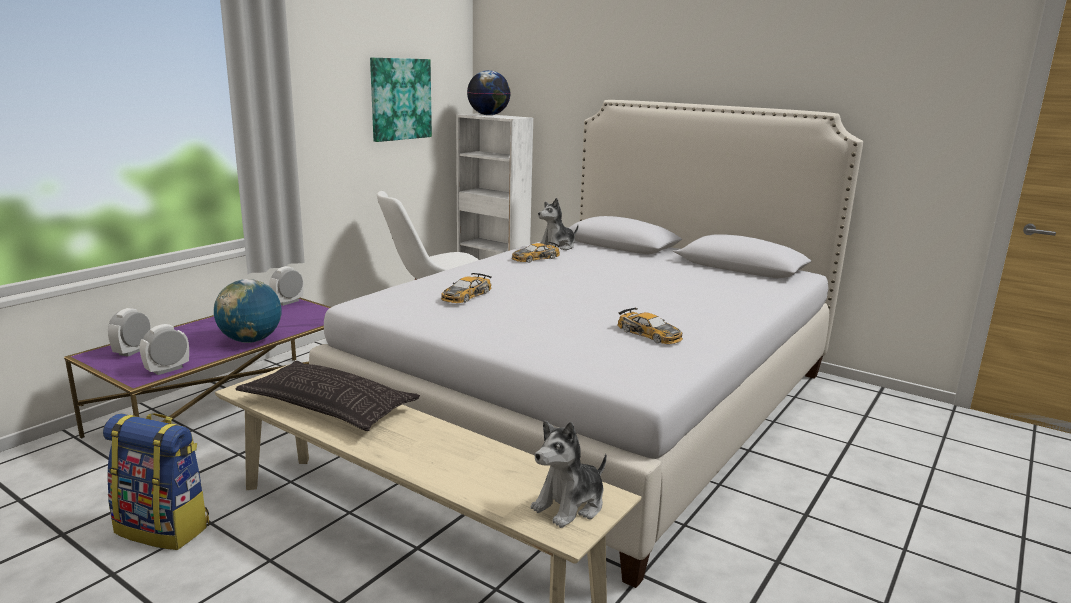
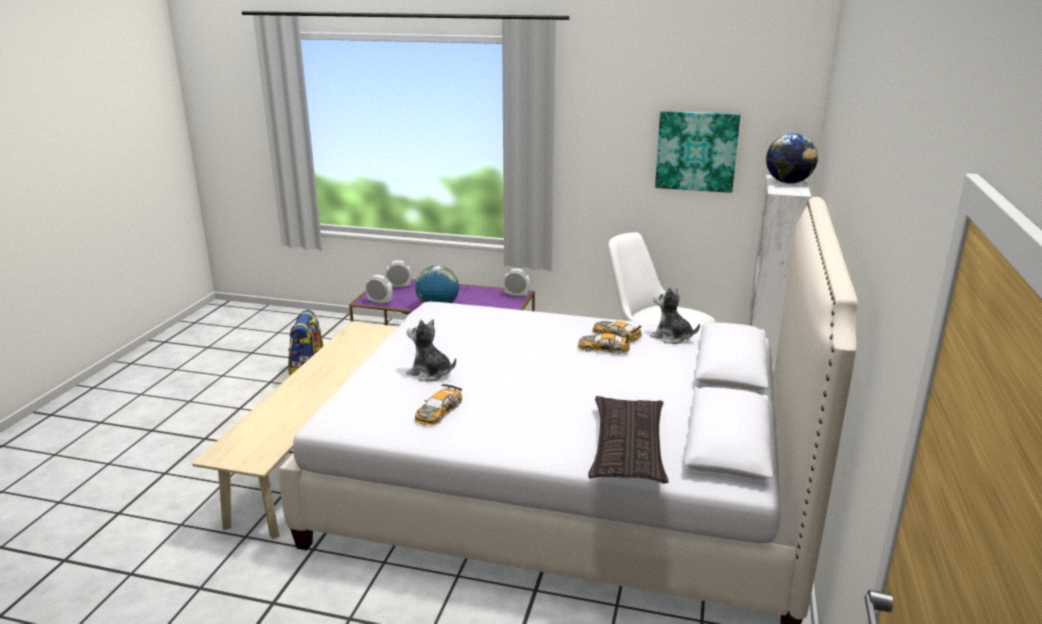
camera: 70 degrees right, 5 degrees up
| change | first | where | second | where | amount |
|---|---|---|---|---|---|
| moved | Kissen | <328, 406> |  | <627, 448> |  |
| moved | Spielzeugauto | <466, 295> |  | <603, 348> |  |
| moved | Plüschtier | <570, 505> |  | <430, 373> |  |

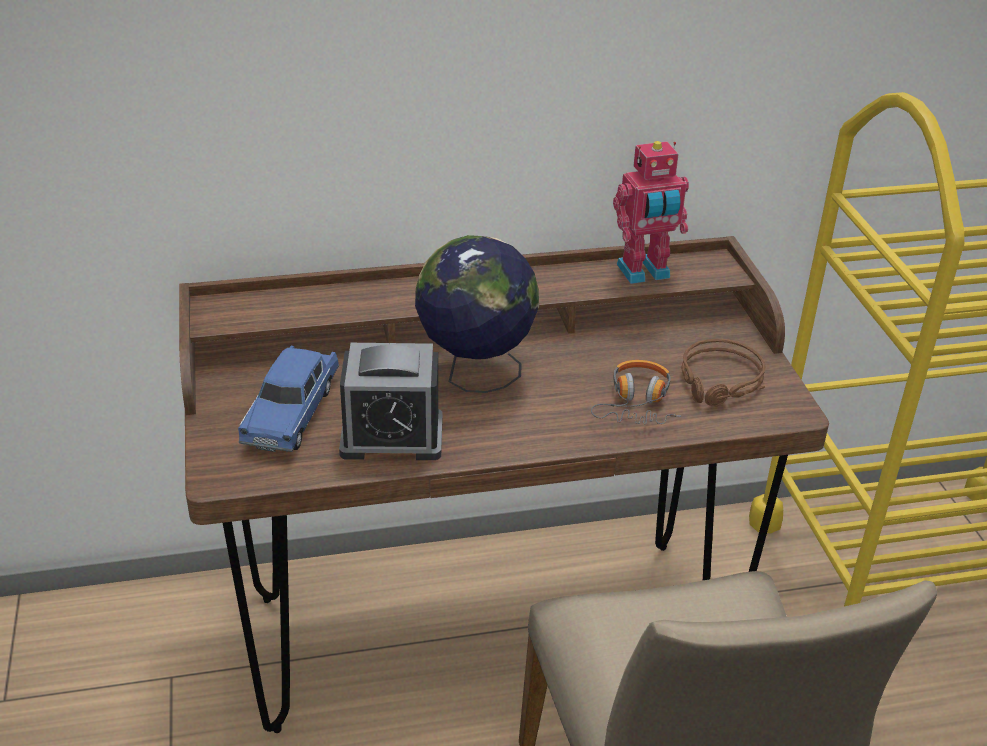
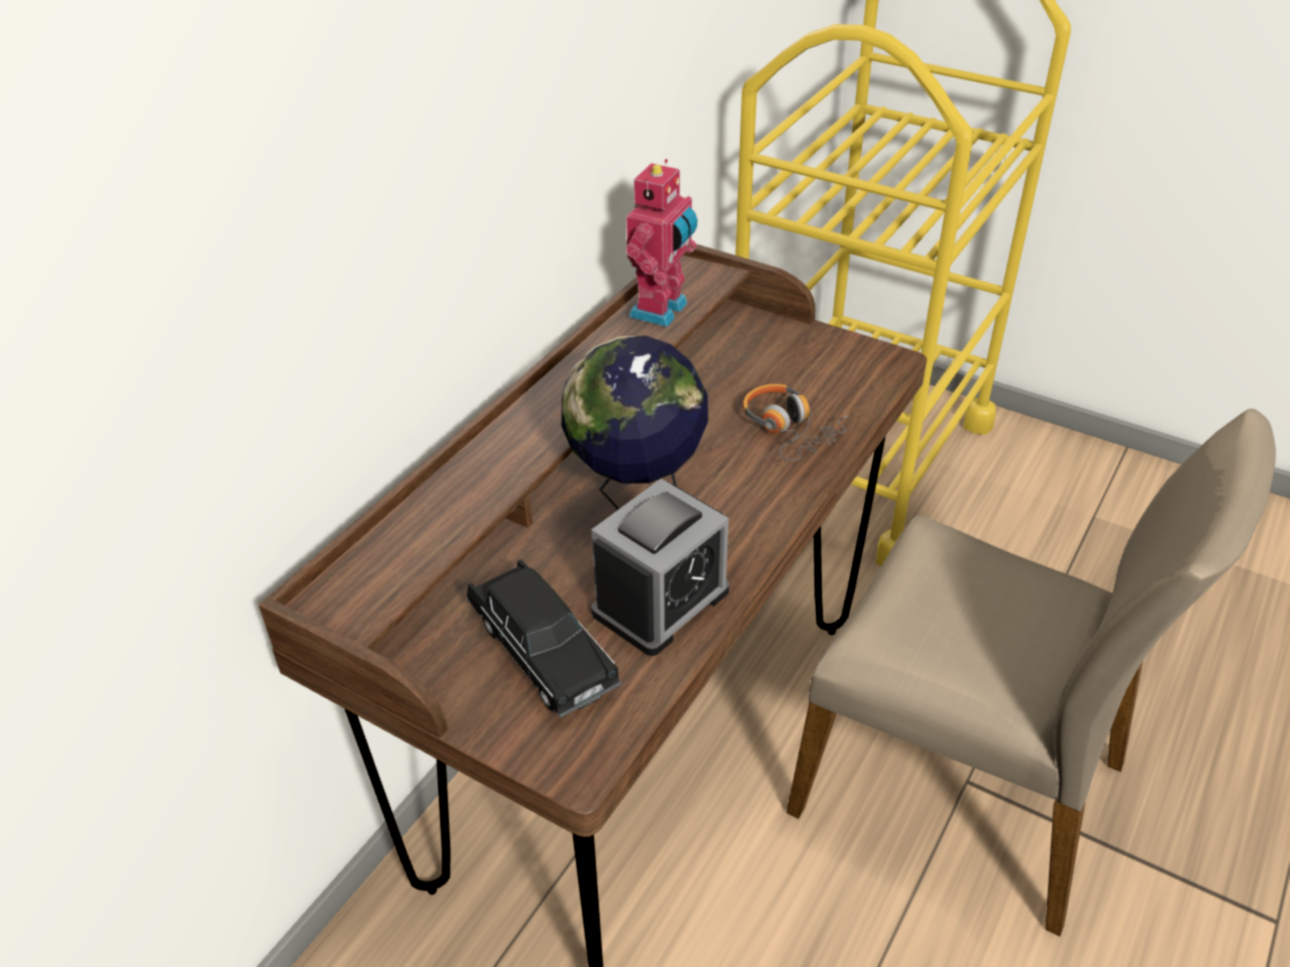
camera: 45 degrees left, 5 degrees up
| change | first | where | second | where | amount |
|---|---|---|---|---|---|
| removed | Kopfhörer (braun) | <721, 382> |  |  |  |
| recoloured | Spielzeugauto (blau) | <292, 414> | Spielzeugauto (schwarz) | <542, 653> |  |

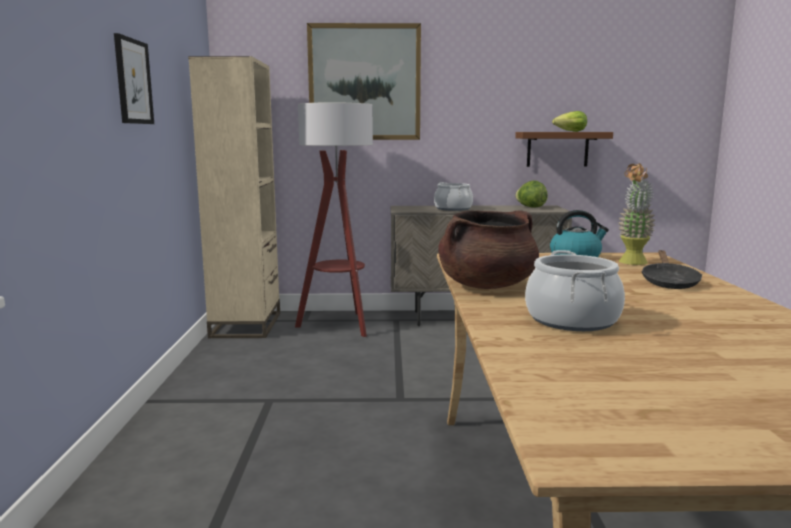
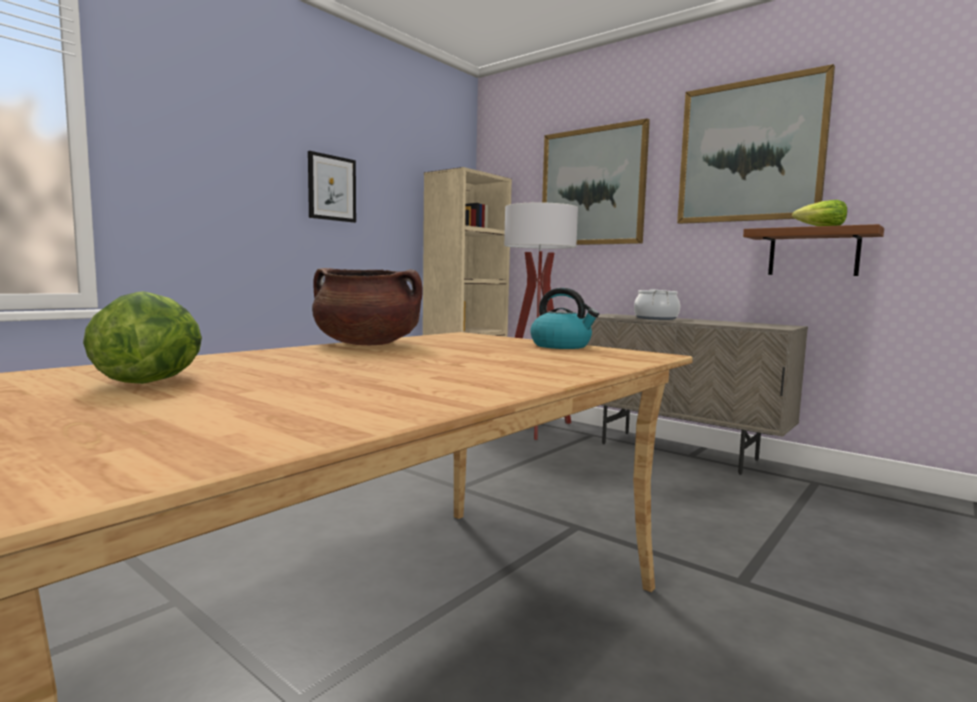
camera: 40 degrees right, 5 degrees down
| change | first | where | second | where | amount |
|---|---|---|---|---|---|
| removed | Kochtopf | <572, 320> |  |  |  |
| removed | Topfpflanze | <632, 263> |  |  |  |
| removed | Pfanne (schwarz) | <668, 282> |  |  |  |
| added |  |  | Bild | <750, 152> |  |
| moved | Salatkopf | <530, 207> |  | <152, 381> |  |

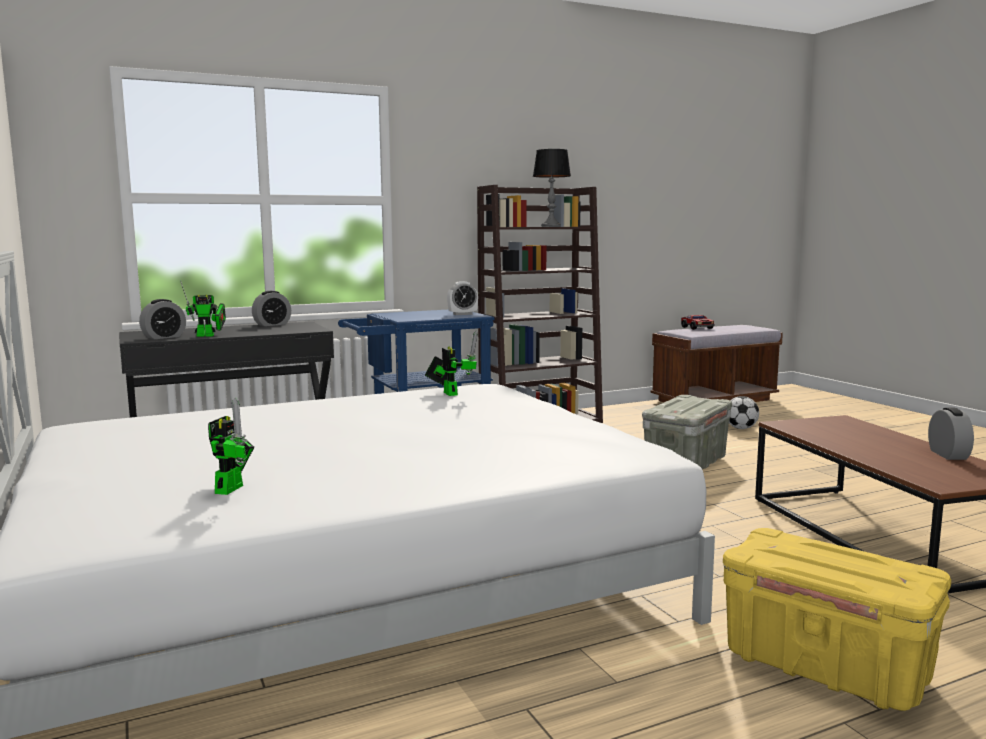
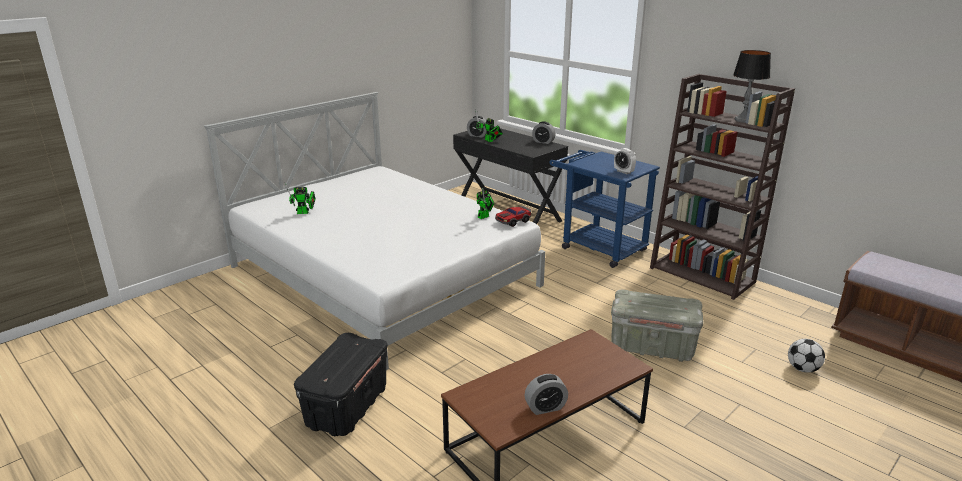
camera: 70 degrees right, 15 degrees up
| change | first | where | second | where | amount |
|---|---|---|---|---|---|
| moved | Spielzeugauto | <697, 328> |  | <513, 221> |  |
| recoloured | Aufbewahrungsbox (gelb) | <823, 667> | Aufbewahrungsbox (schwarz) | <347, 406> |  |

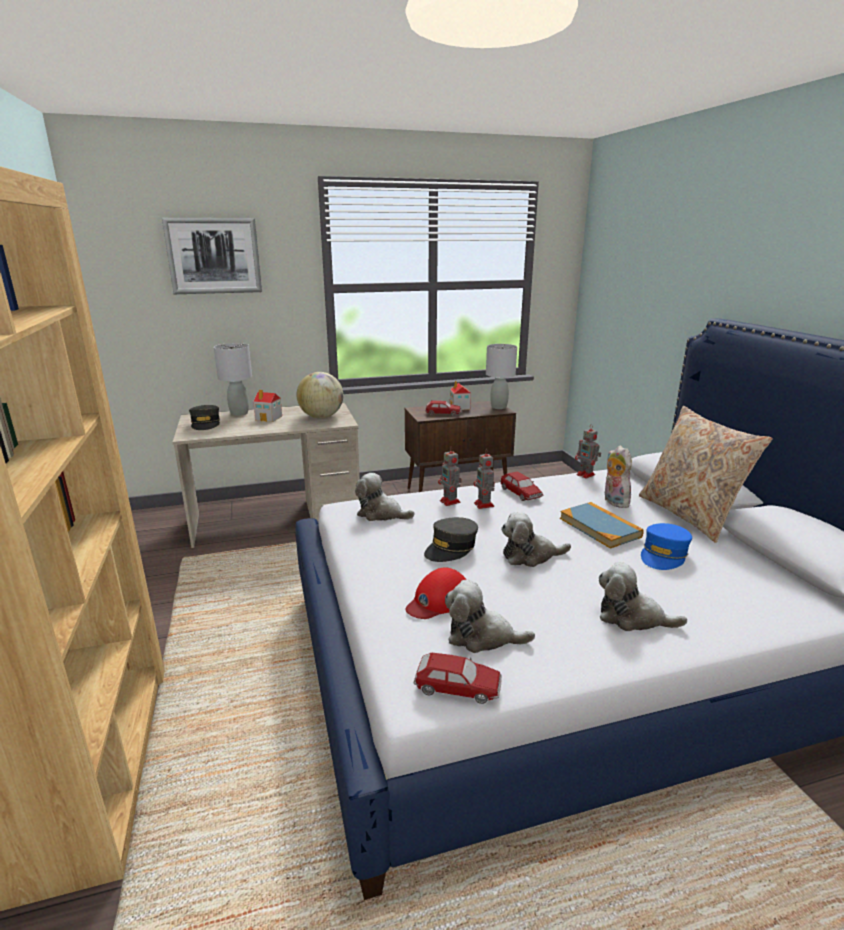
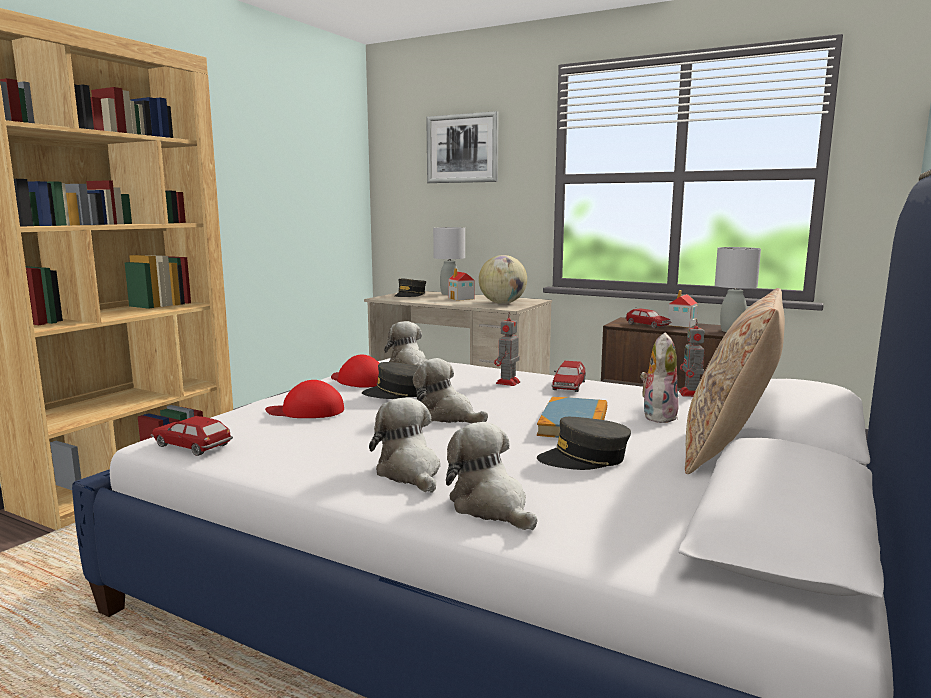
camera: 45 degrees right, 10 degrees down
| change | first | where | second | where | amount |
|---|---|---|---|---|---|
| removed | Spielzeugroboter | <450, 502> |  |  |  |
| added |  |  | Kappe (rot) | <358, 380> |  |
| moved | Plüschtier | <482, 637> |  | <491, 507> |  |
| recoloured | Kappe (blau) | <664, 555> | Kappe (grau) | <584, 459> |  |
| turned | Spielzeugauto | <458, 687> |  | <191, 446> | 150 degrees clockwise |

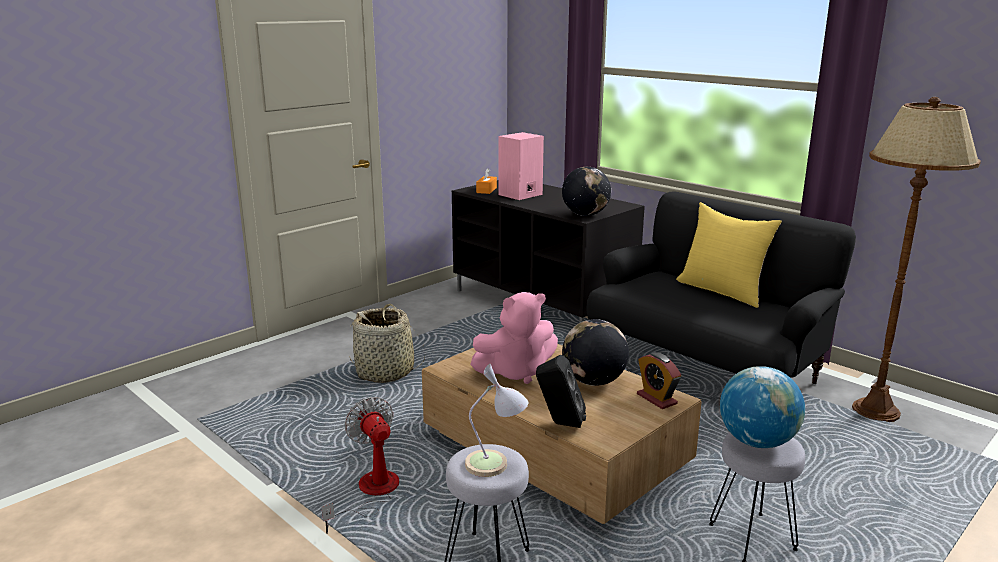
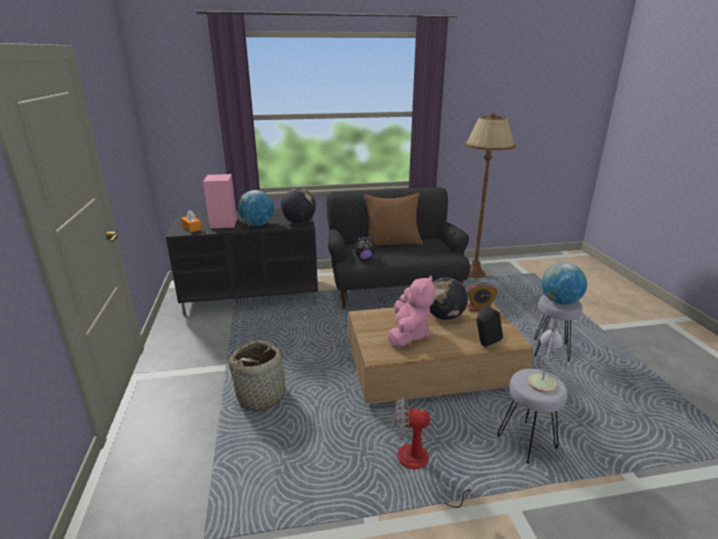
camera: 55 degrees left, 5 degrees up
| change | first | where | second | where | amount |
|---|---|---|---|---|---|
| added |  |  | Globus | <257, 224> |  |
| added |  |  | Plüschtier | <364, 258> |  |
| recoloured | Kissen (gelb) | <723, 291> | Kissen (braun) | <392, 242> |  |

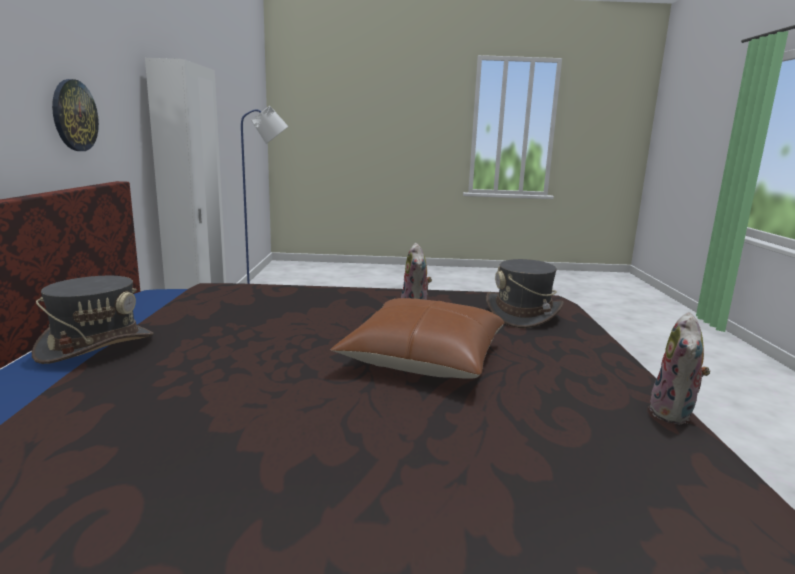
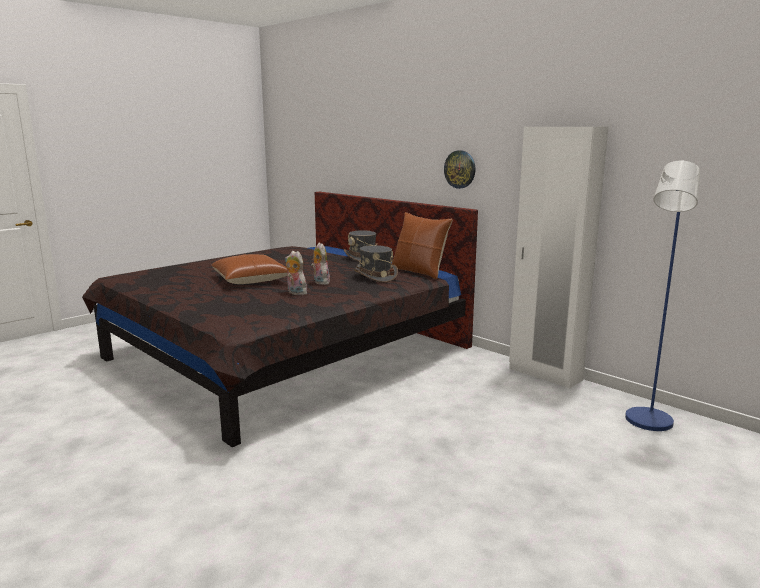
camera: 135 degrees right, 0 degrees up
| change | first | where | second | where | amount |
|---|---|---|---|---|---|
| added |  |  | Kissen (braun) | <419, 272> |  |
| moved | Hut (grau) | <523, 314> |  | <375, 277> |  |
| moved | Plüschtier | <674, 414> |  | <320, 282> |  |

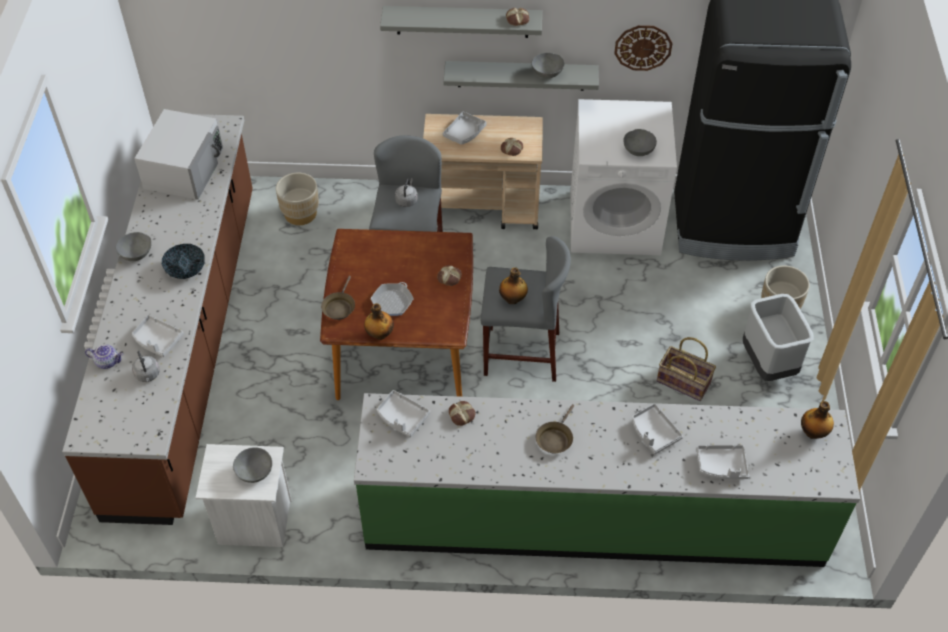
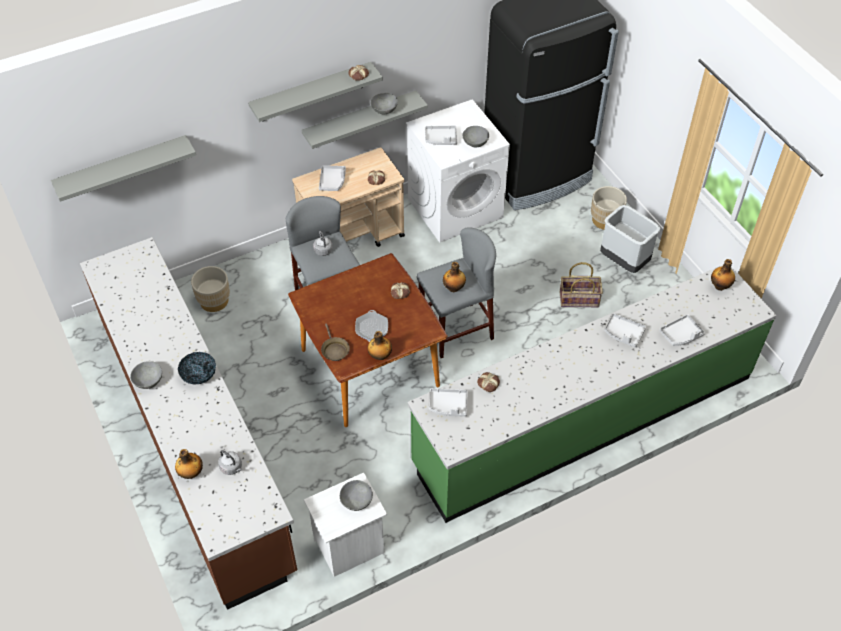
camera: 30 degrees left, 0 degrees up
| change | first | where | second | where | amount |
|---|---|---|---|---|---|
| removed | Mikrowelle (weiß) | <185, 168> |  |  |  |
| removed | Pfanne (braun) | <555, 438> |  |  |  |
| removed | Wanduhr | <643, 47> |  |  |  |
| added |  |  | Wandregal (grau) | <122, 167> |  |
| moved | Tablett (grau) | <157, 340> |  | <441, 139> |  |
| replaced | Teekanne | <108, 361> | Flasche | <191, 473> |  |

